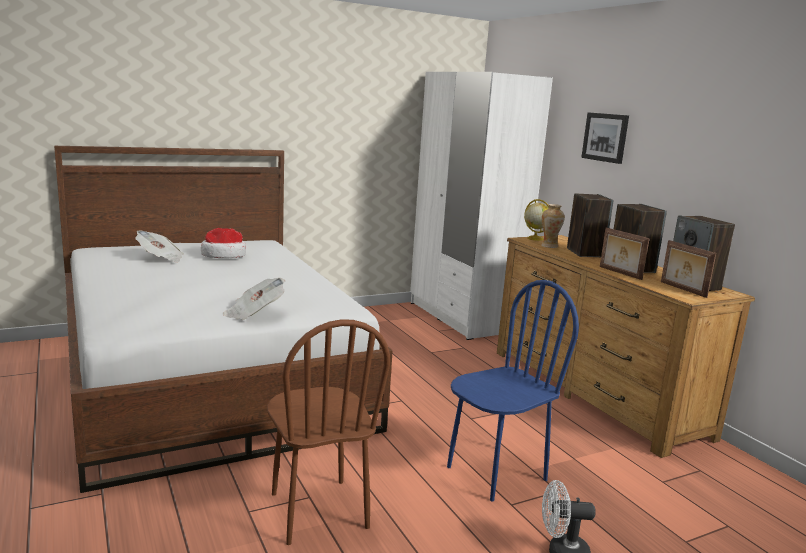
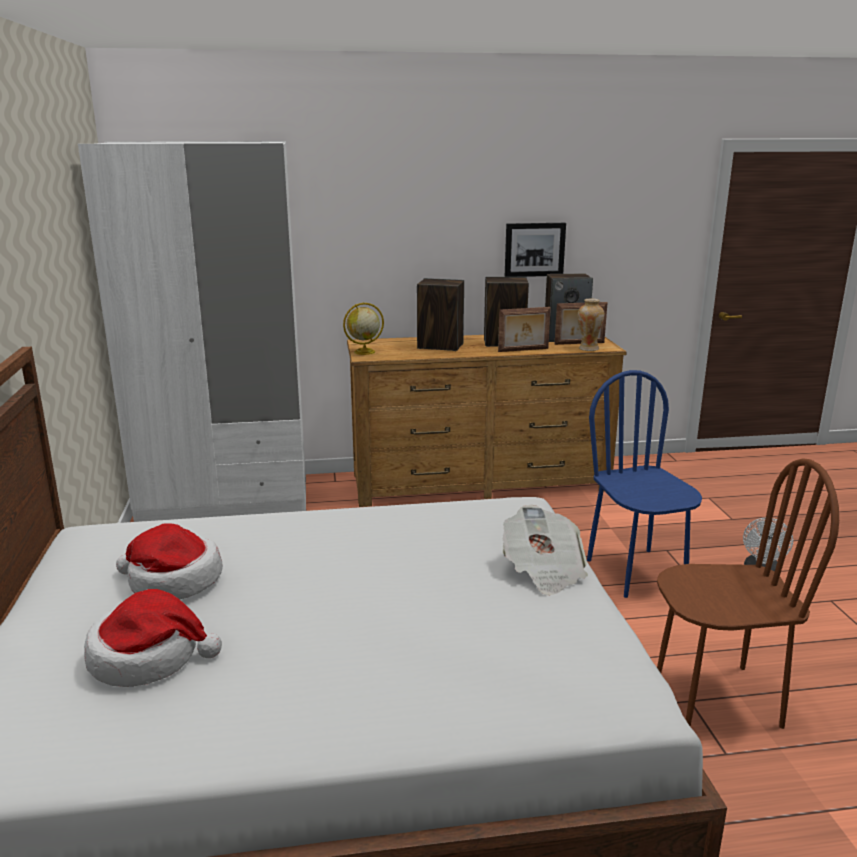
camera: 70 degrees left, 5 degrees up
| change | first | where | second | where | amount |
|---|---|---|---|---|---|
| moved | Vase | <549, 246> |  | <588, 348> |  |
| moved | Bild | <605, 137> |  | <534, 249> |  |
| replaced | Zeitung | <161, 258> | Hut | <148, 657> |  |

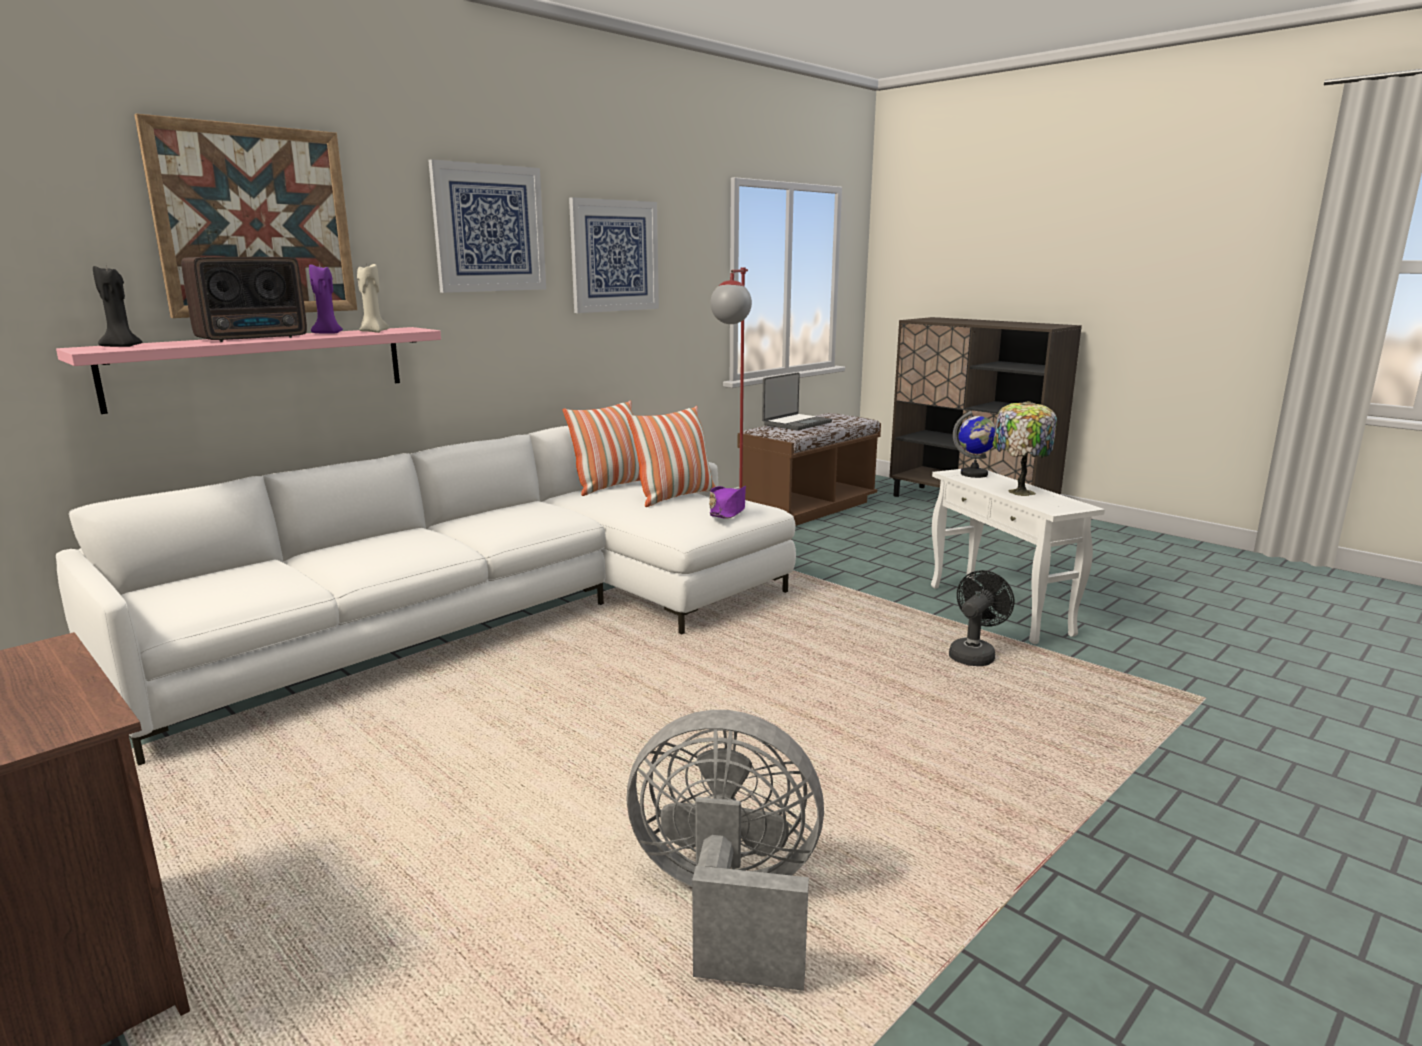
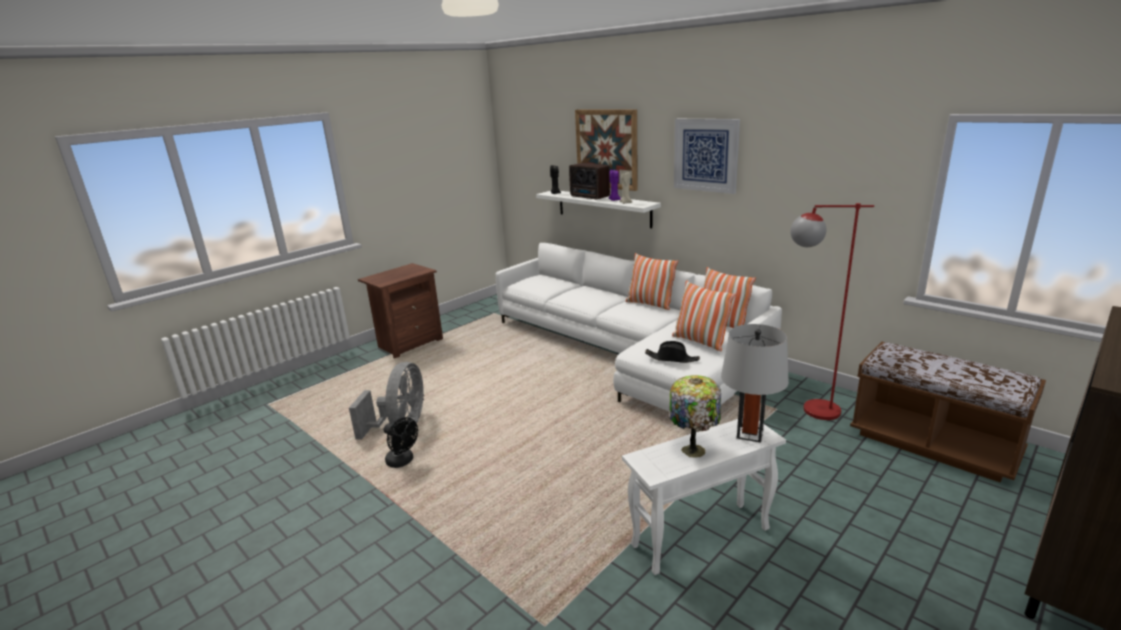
camera: 90 degrees right, 5 degrees up
| change | first | where | second | where | amount |
|---|---|---|---|---|---|
| removed | Bild | <614, 256> |  |  |  |
| removed | Laptop | <796, 423> |  |  |  |
| added |  |  | Kissen | <650, 304> |  |
| moved | Ventilator (schwarz) | <974, 654> |  | <403, 461> |  |
| replaced | Globus | <974, 474> | Tischlampe (grau) | <750, 434> |  |
| recoloured | Wandregal (rosa) | <261, 366> | Wandregal (weiß) | <603, 208> |  |
| recoloured | Hut (lila) | <728, 511> | Hut (schwarz) | <672, 358> |  |

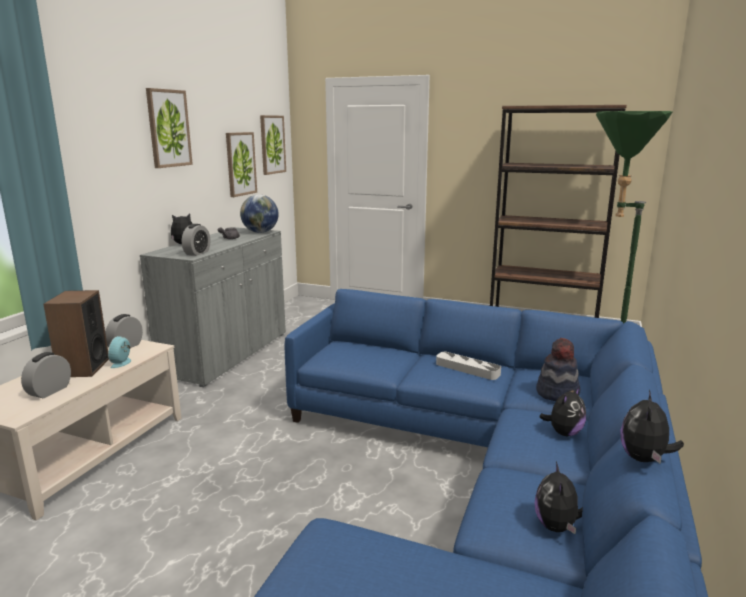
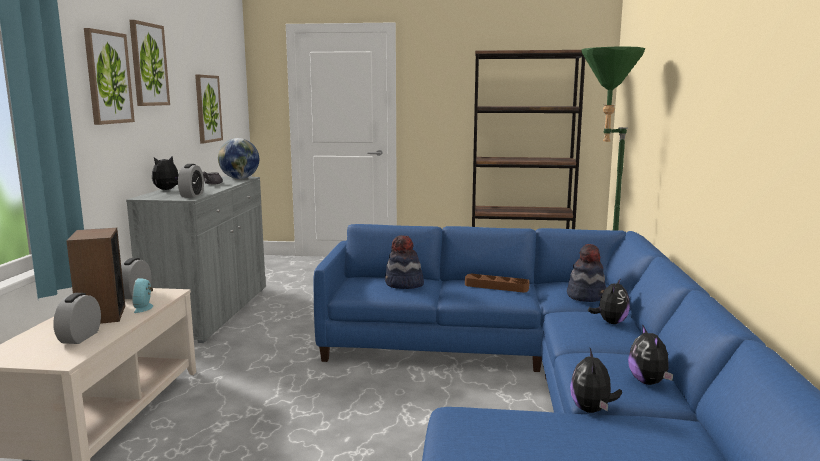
camera: 15 degrees left, 5 degrees down
| change | first | where | second | where | amount |
|---|---|---|---|---|---|
| added |  |  | Hut | <404, 284> |  |
| moved | Bild | <272, 144> |  | <108, 78> |  |
| moved | Plüschtier | <644, 459> |  | <592, 410> |  |
| recoloured | Tablett (grau) | <467, 369> | Tablett (braun) | <496, 286> |  |

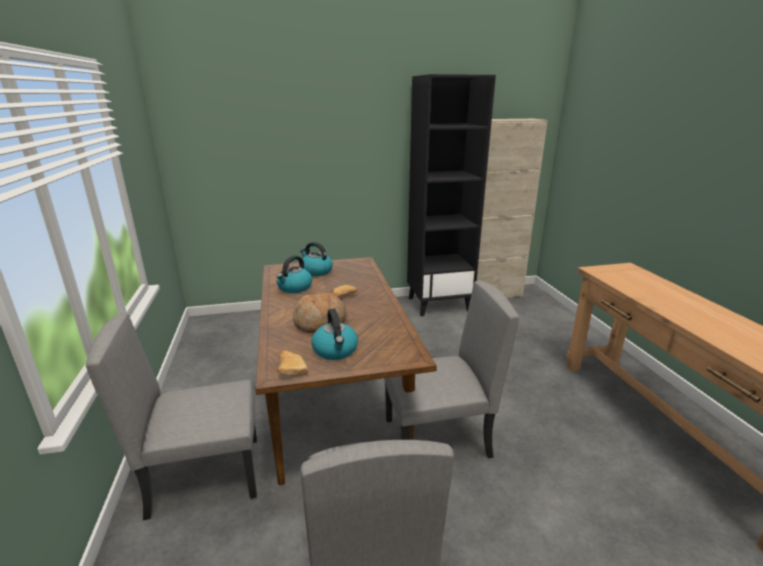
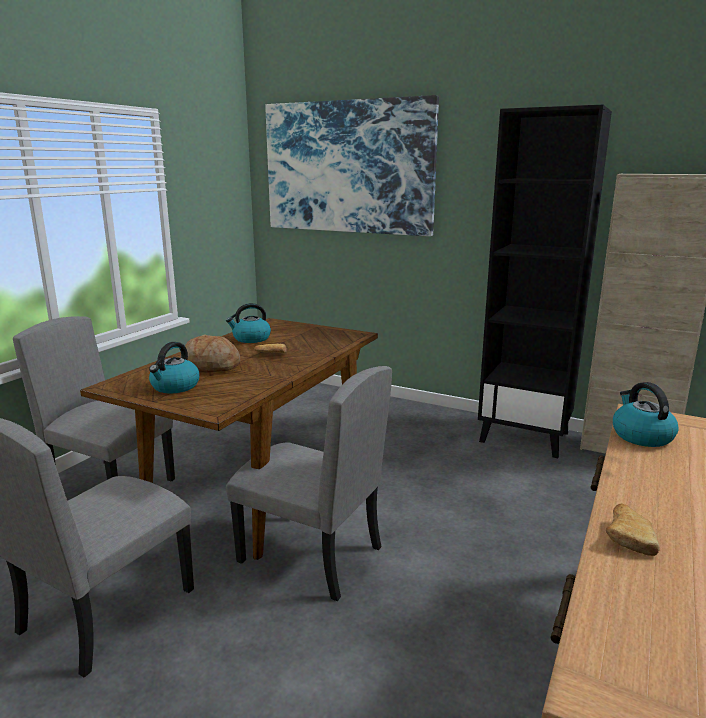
camera: 40 degrees right, 5 degrees down
| change | first | where | second | where | amount |
|---|---|---|---|---|---|
| added |  |  | Bild | <348, 167> |  |
| moved | Brot | <291, 368> |  | <628, 537> |  |
| moved | Wasserkessel | <316, 271> |  | <641, 436> |  |

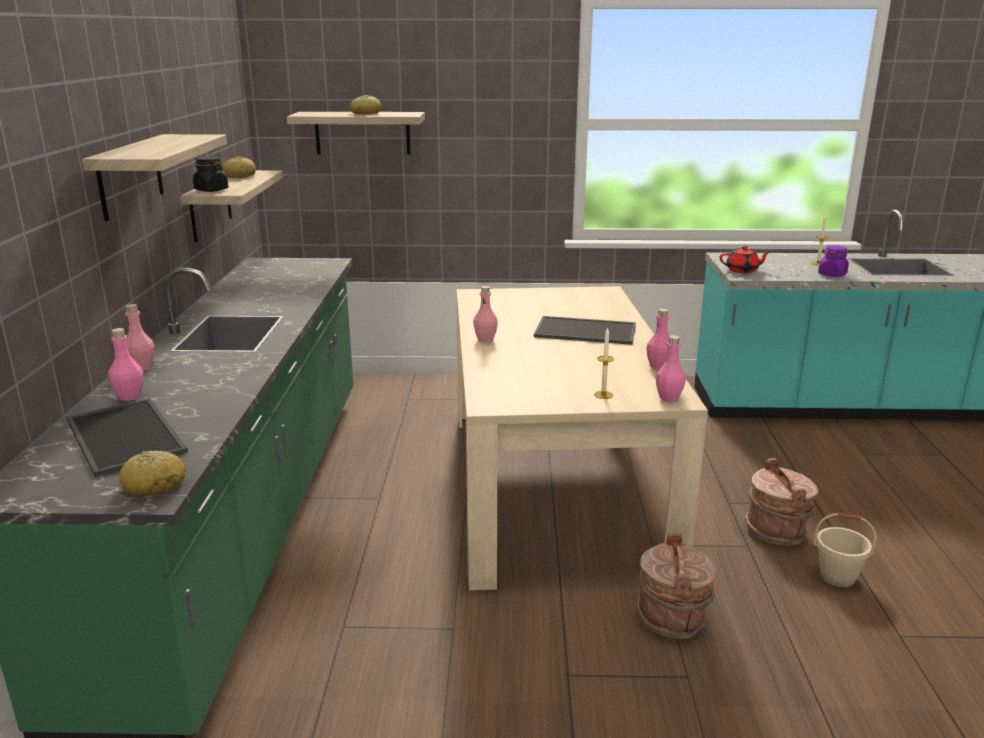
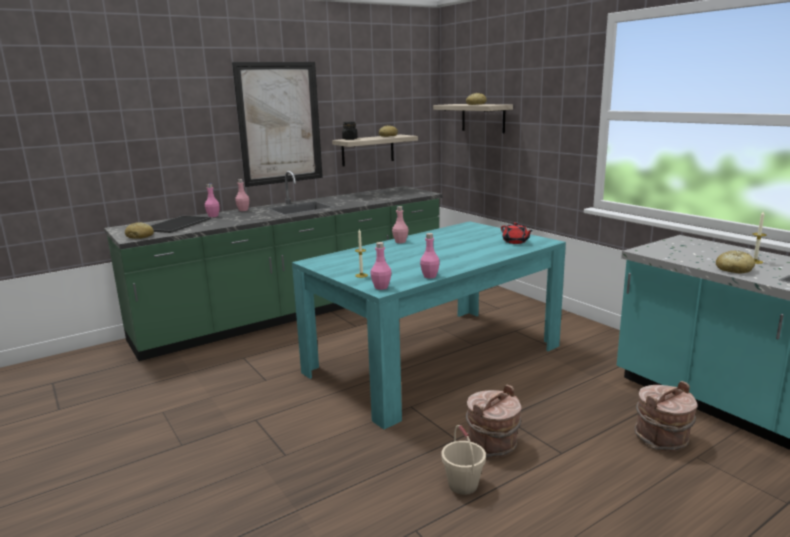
camera: 55 degrees right, 5 degrees down
| change | first | where | second | where | amount |
|---|---|---|---|---|---|
| removed | Tablett | <586, 330> |  |  |  |
| moved | Eimer (braun) | <672, 618> |  | <662, 439> |  |
| moved | Teekanne (rot) | <742, 270> |  | <515, 242> |  |
| replaced | Wandregal | <130, 176> | Bild | <280, 123> |  |
| replaced | Vorratsglas (lila) | <832, 274> | Brot | <733, 269> |  |
| recoloured | Esstisch (beige) | <553, 485> | Esstisch (türkis) | <434, 359> |  |

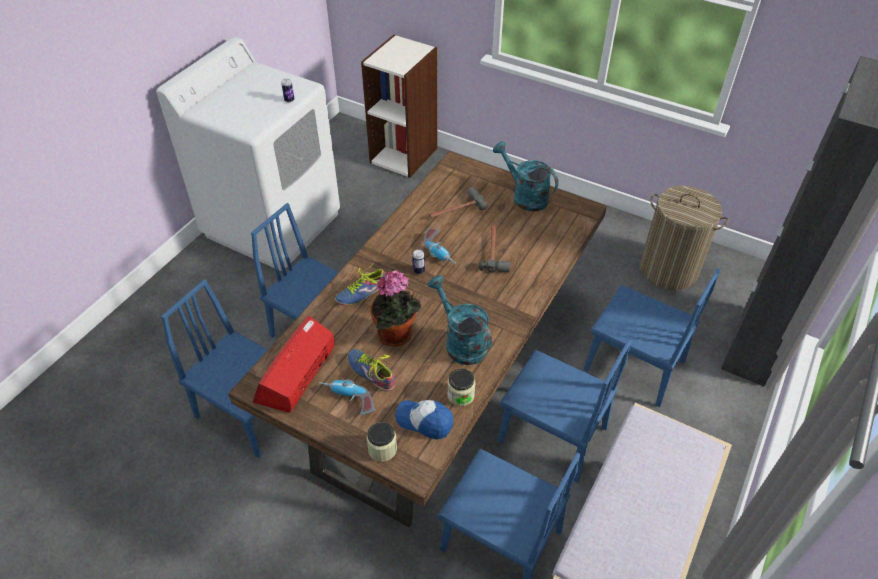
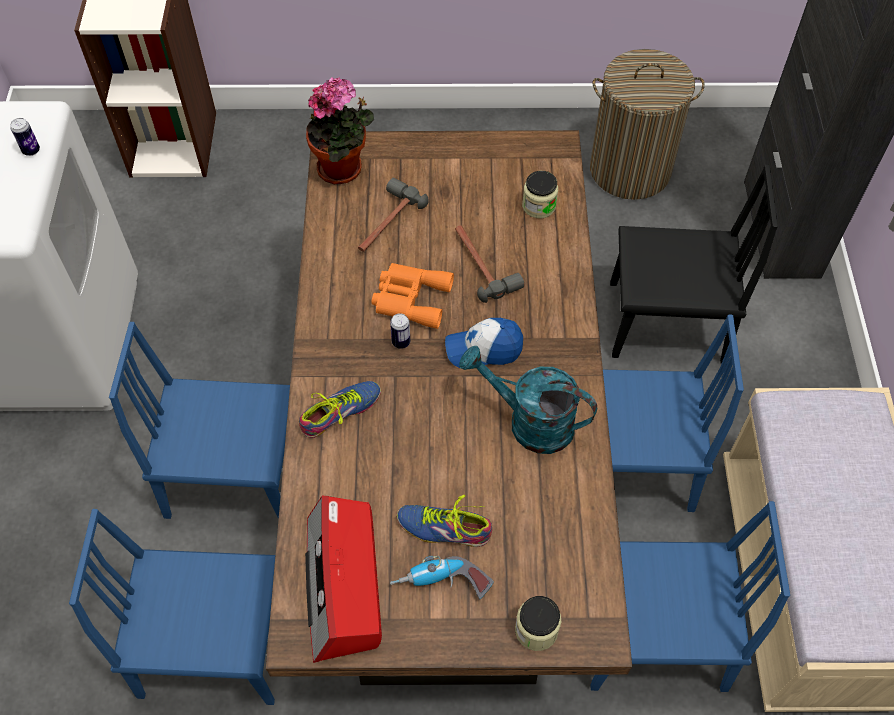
camera: 30 degrees left, 10 degrees up
| change | first | where | second | where | amount |
|---|---|---|---|---|---|
| removed | Gießkanne (türkis) | <524, 196> |  |  |  |
| moved | Topfpflanze | <397, 335> |  | <344, 169> |  |
| moved | Kappe | <424, 421> |  | <483, 349> |  |
| moved | Vorratsglas | <461, 395> |  | <539, 206> |  |
| replaced | Bohrmaschine | <440, 251> | Fernglas (orange) | <410, 298> |  |
| recoloured | Stuhl (blau) | <634, 365> | Stuhl (schwarz) | <666, 322> |  |
| turned | Schuh | <360, 292> |  | <342, 414> | 150 degrees counterclockwise |

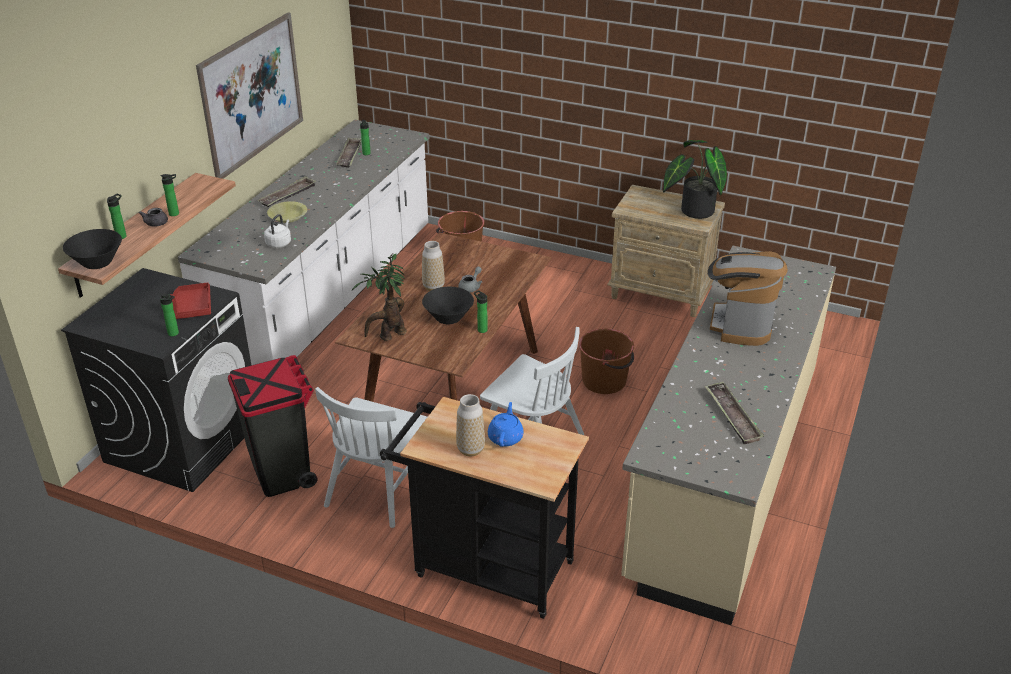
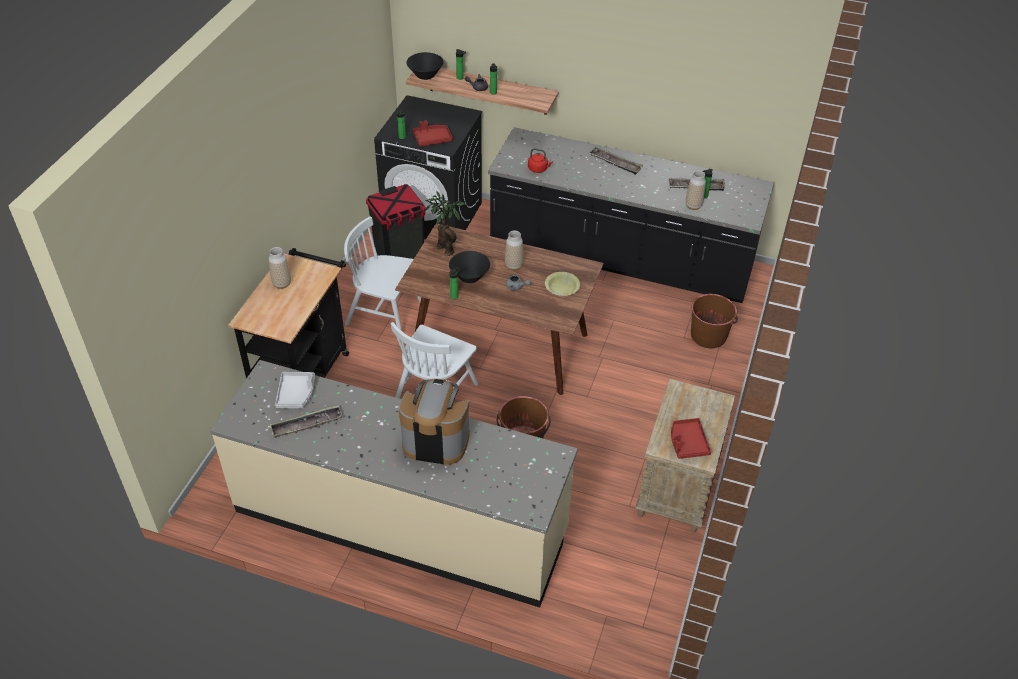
camera: 85 degrees right, 10 degrees up
| change | first | where | second | where | amount |
|---|---|---|---|---|---|
| removed | Bild | <252, 95> |  |  |  |
| removed | Teekanne (blau) | <505, 437> |  |  |  |
| added |  |  | Tablett (grau) | <296, 394> |  |
| added |  |  | Vase | <693, 206> |  |
| moved | Schüssel (gelb) | <288, 217> |  | <562, 288> |  |
| replaced | Topfpflanze | <693, 211> | Tablett (rot) | <687, 443> |  |
| recoloured | Küchenzeile (weiß) | <327, 296> | Küchenzeile (schwarz) | <620, 259> |  |
| recoloured | Wasserkessel (weiß) | <279, 243> | Wasserkessel (rot) | <538, 169> |  |

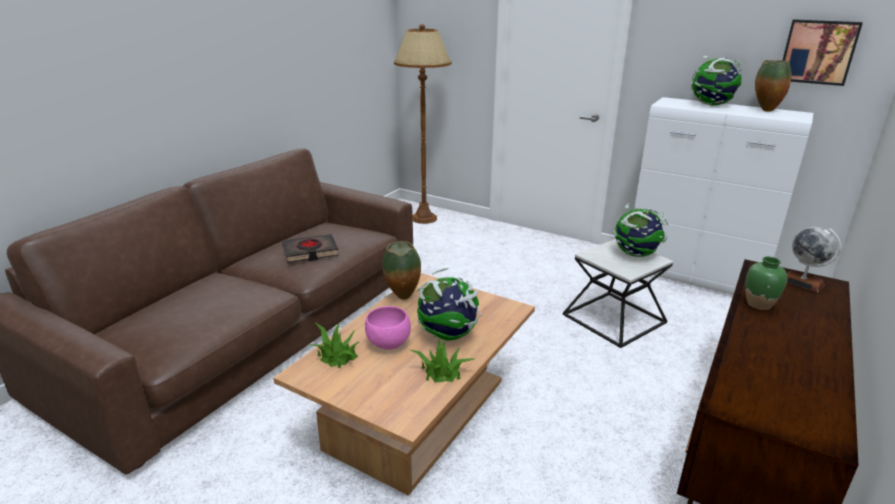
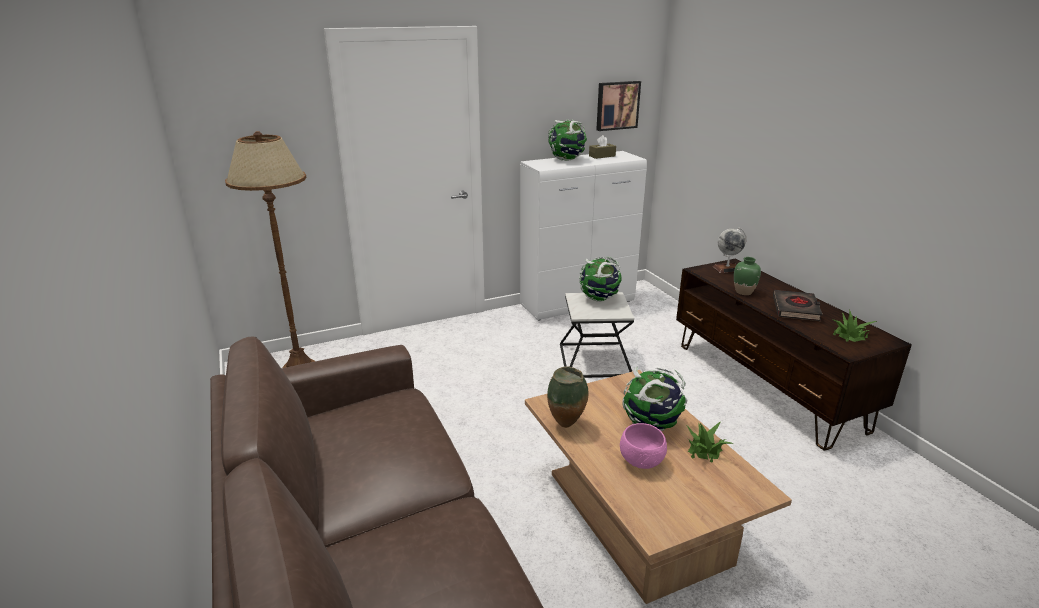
camera: 55 degrees left, 0 degrees up
| change | first | where | second | where | amount |
|---|---|---|---|---|---|
| moved | Buch (schwarz) | <310, 252> |  | <796, 309> |  |
| moved | Topfpflanze | <337, 355> |  | <849, 335> |  |
| replaced | Vase | <765, 110> | Taschentuchbox (braun) | <602, 156> |  |

